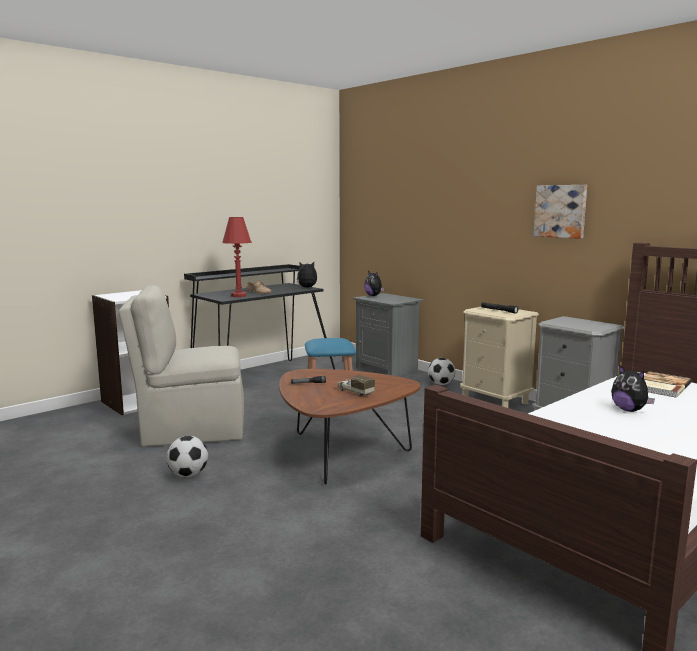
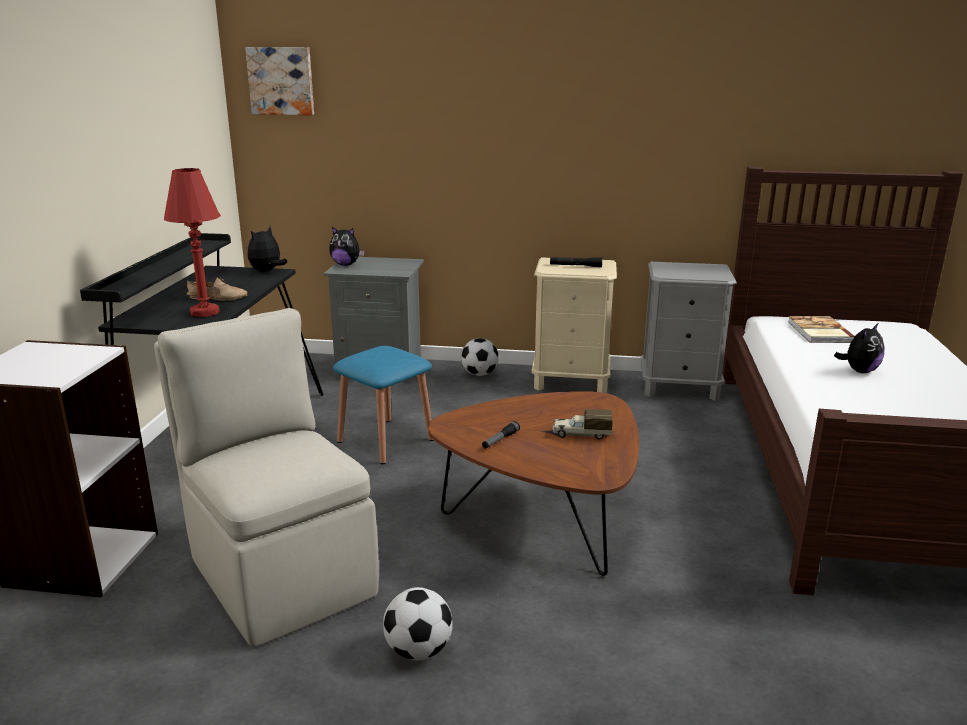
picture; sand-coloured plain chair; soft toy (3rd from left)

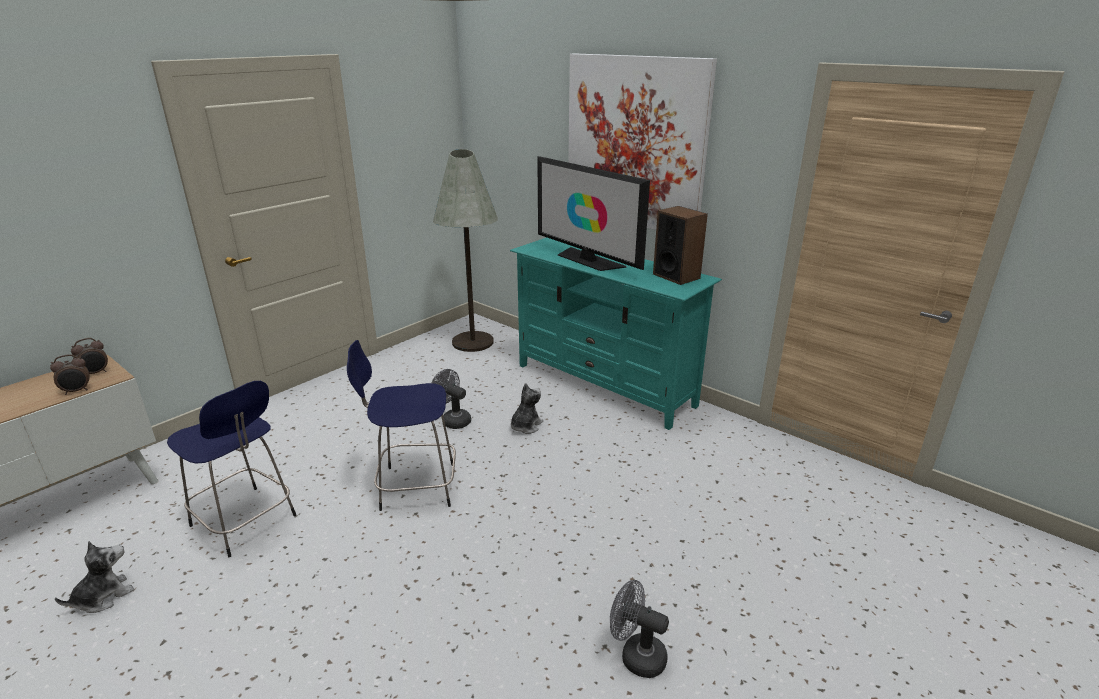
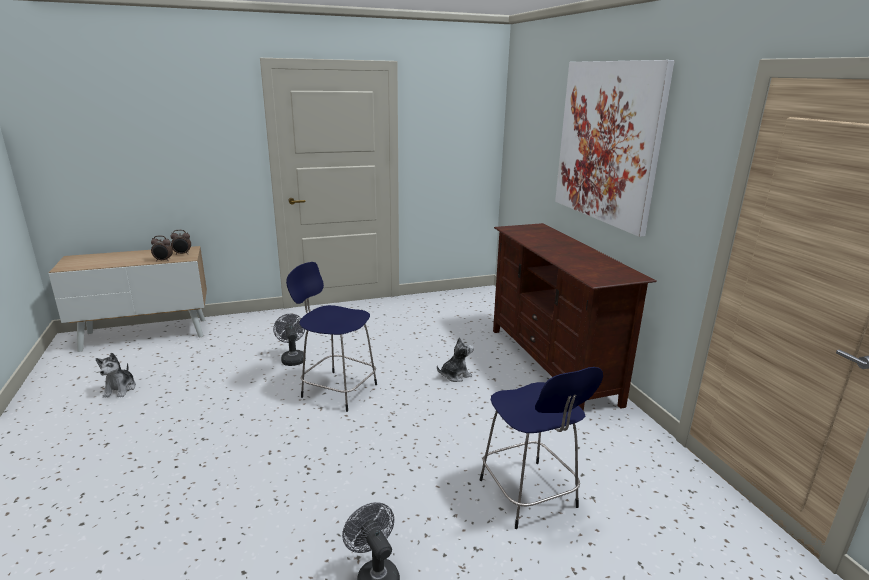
greyish standing lamp; TV set; speaker; bluish stool seat (2nd from left); greyish fan (1st from left); brown media console; soft toy (1st from left)

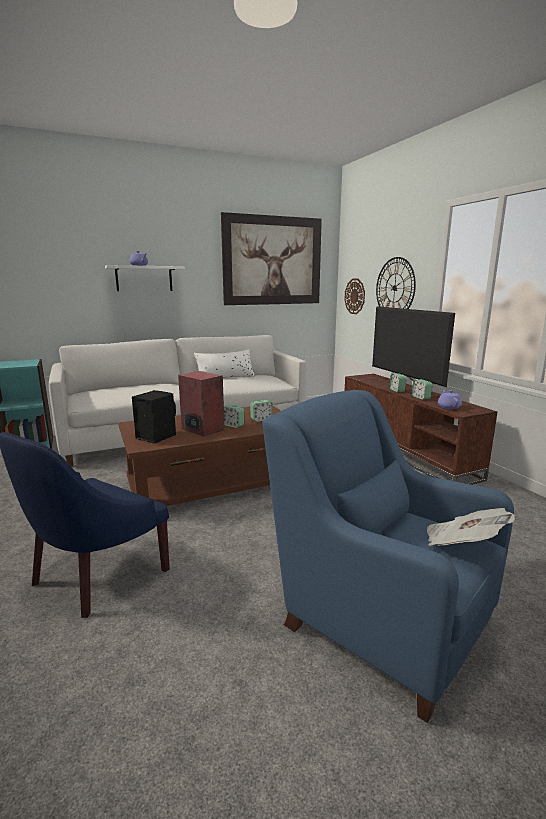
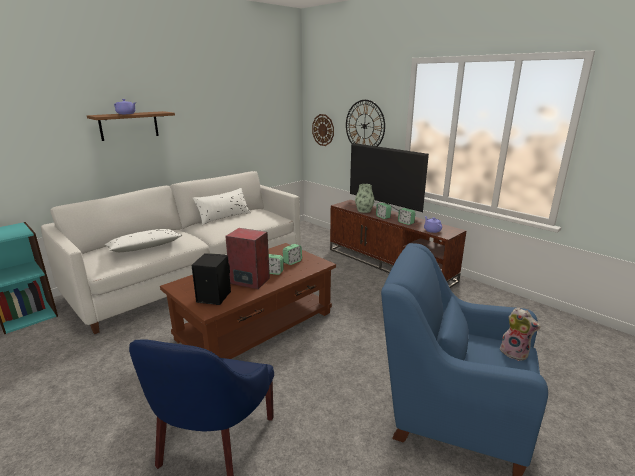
picture; white-coloured cushion (1st from left); vase; soft toy; brown wall shelf

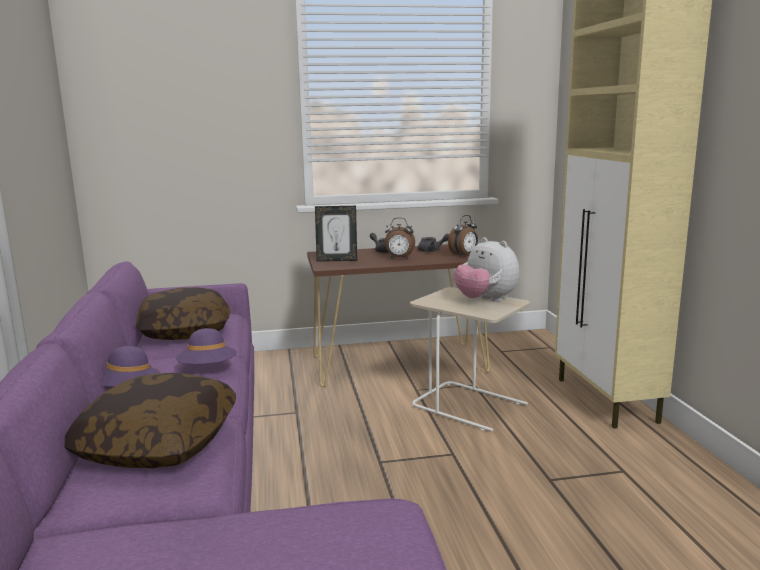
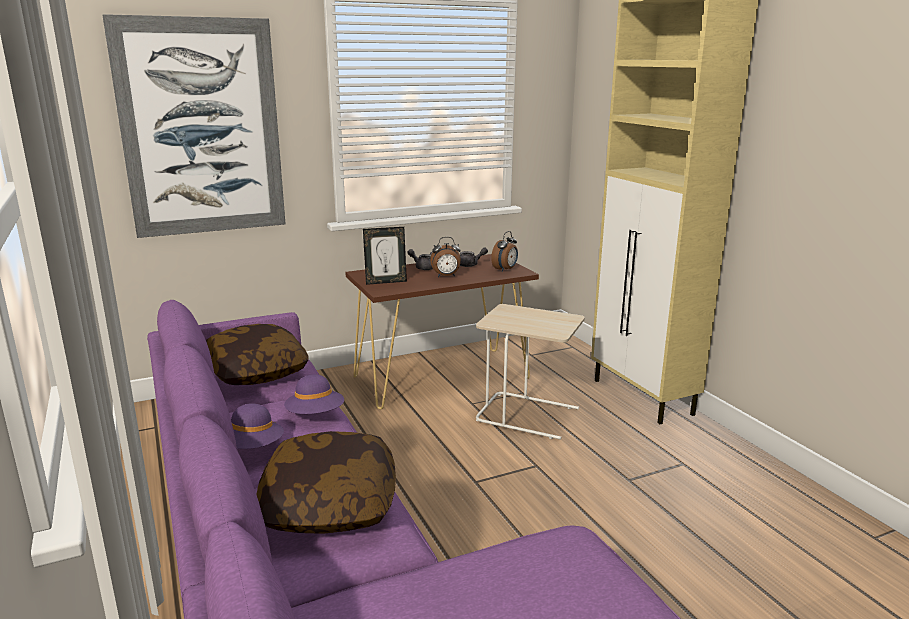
soft toy; picture

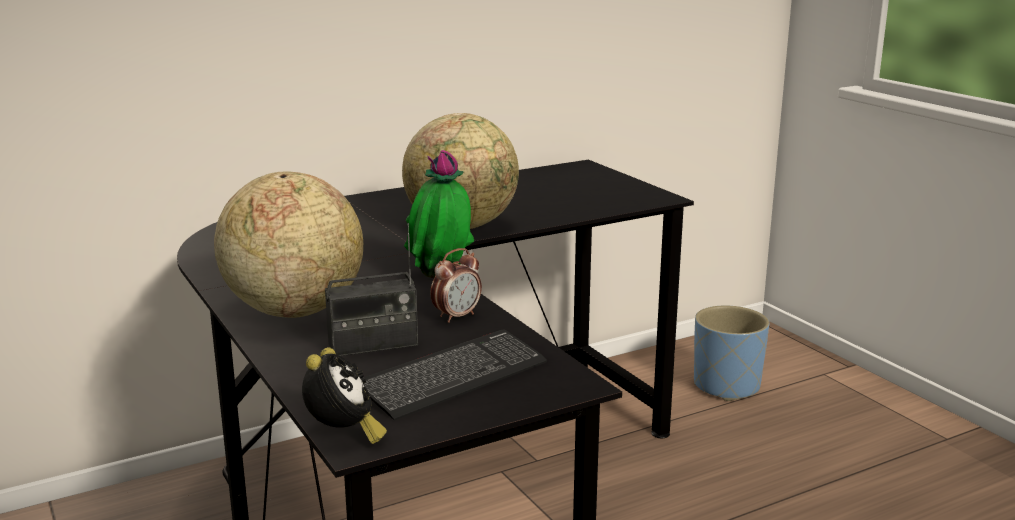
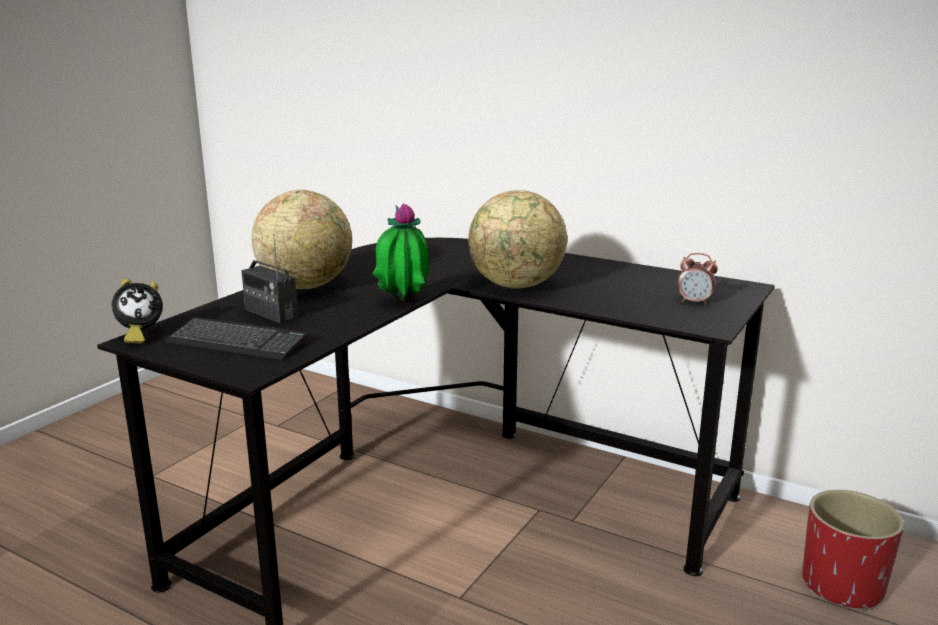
bedside clock (2nd from left); red-coloured flower pot

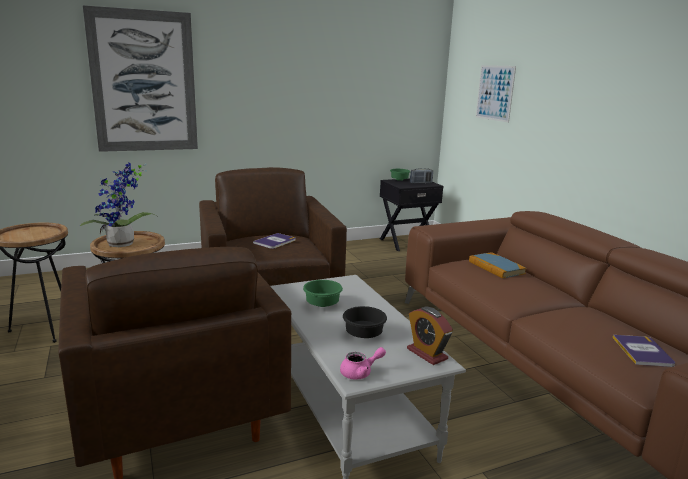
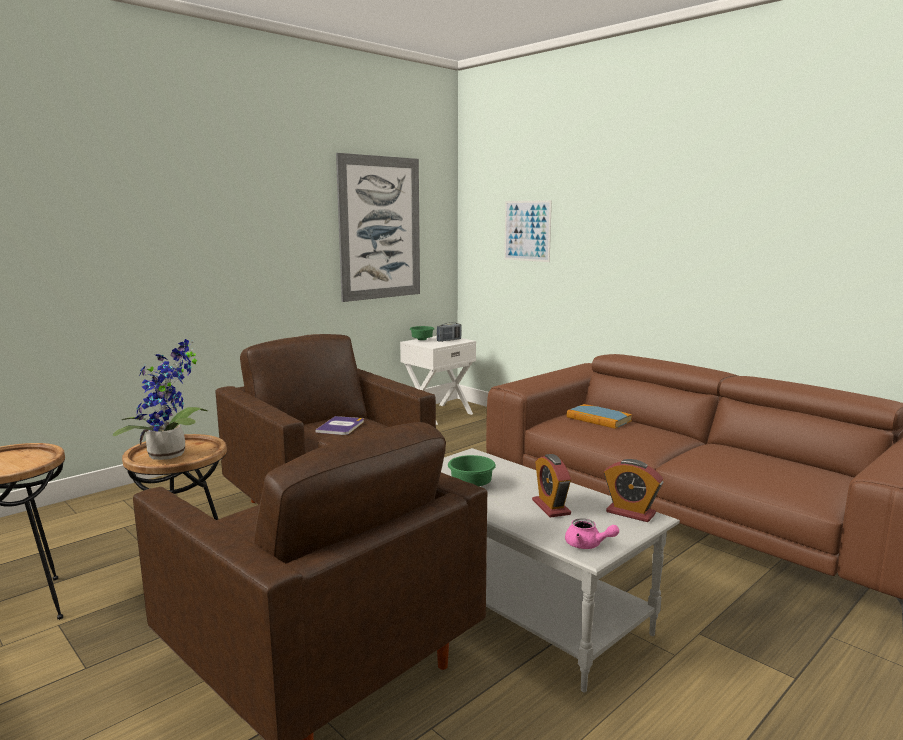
book (3rd from left in the first image); picture (1st from left); bedside clock (1st from left); white-coloured nightstand; pink pot for tea

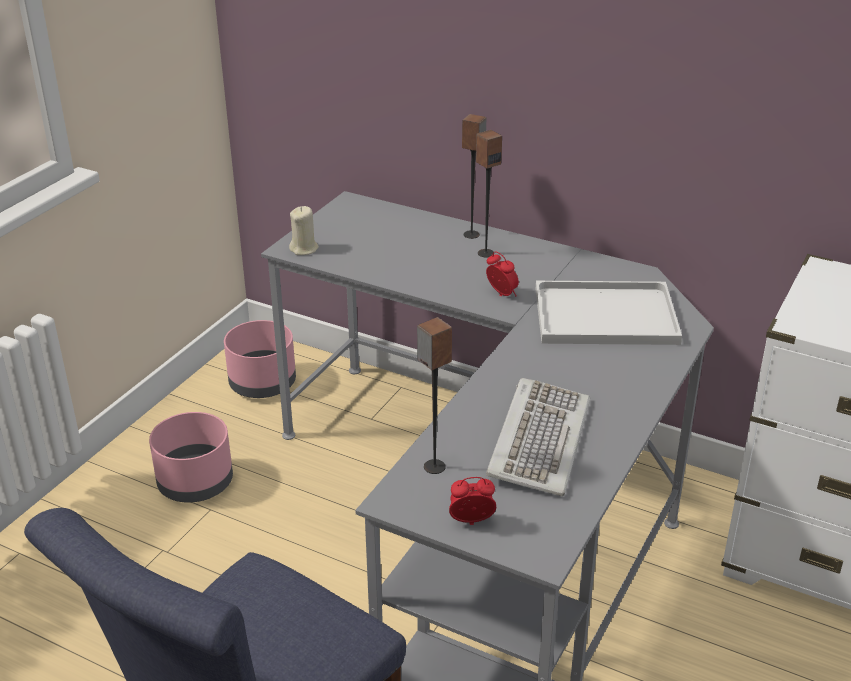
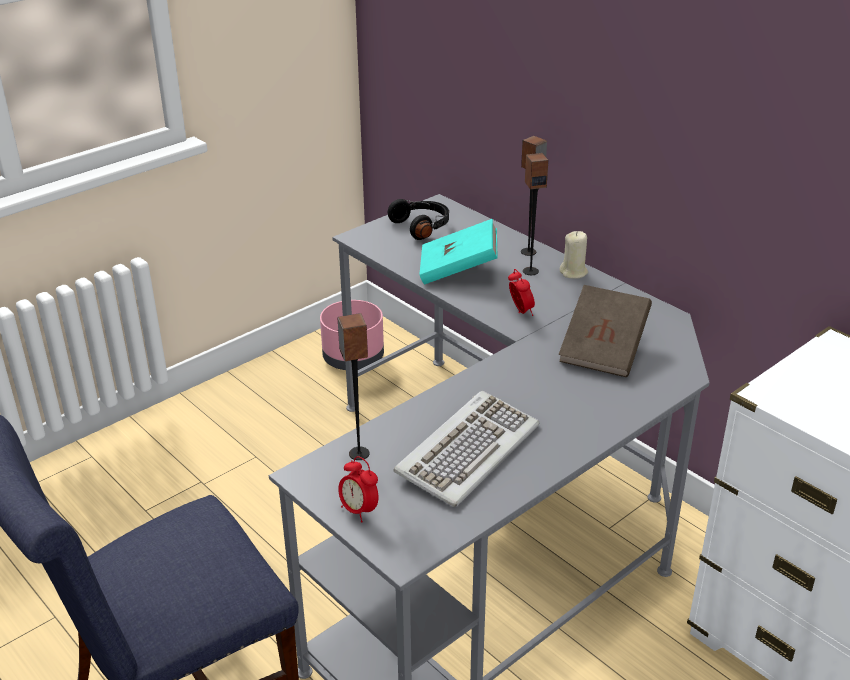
pink flower pot (1st from left in the first image); black headset; turquoise-coloured book; sand-coloured candle; brown book; bedside clock (1st from left)

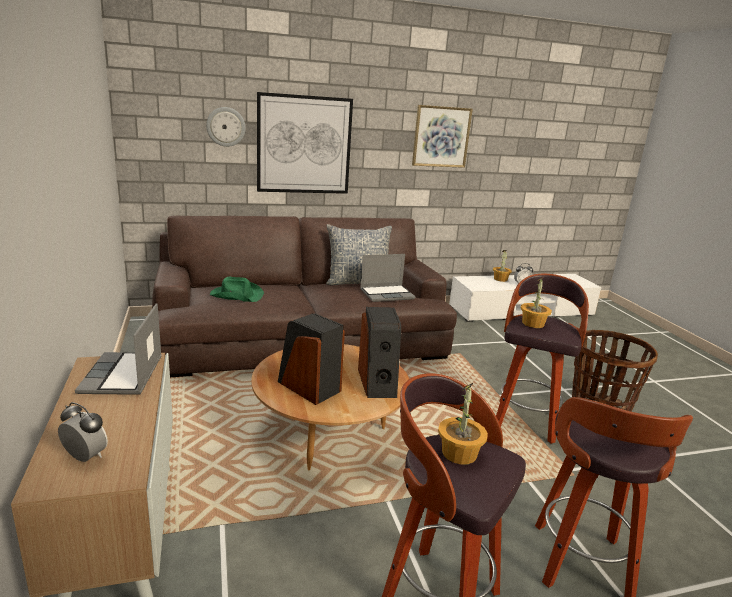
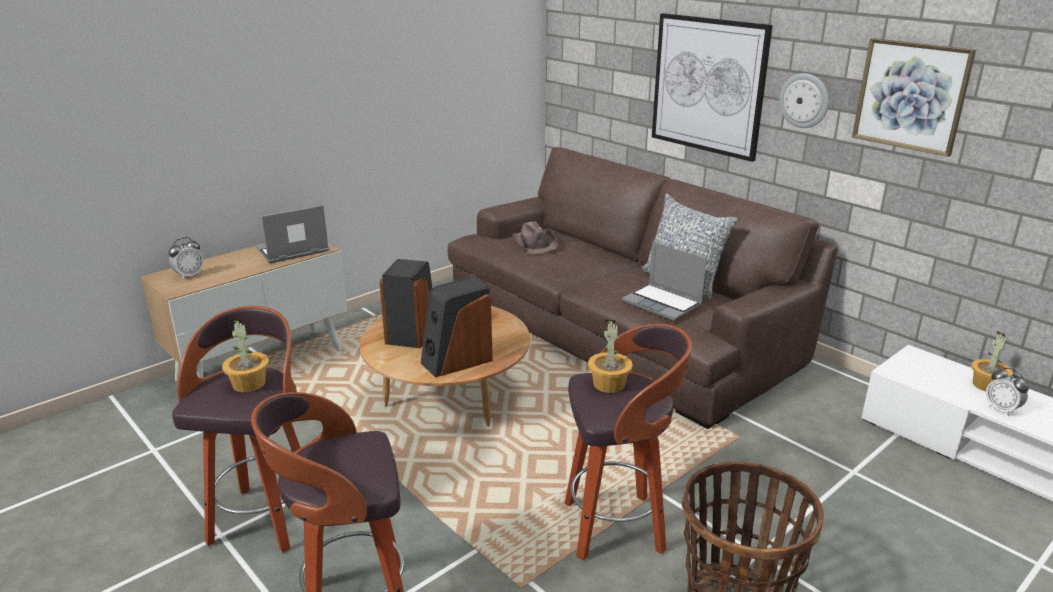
clock on the wall; brown wearable hat; bedside clock (1st from left)

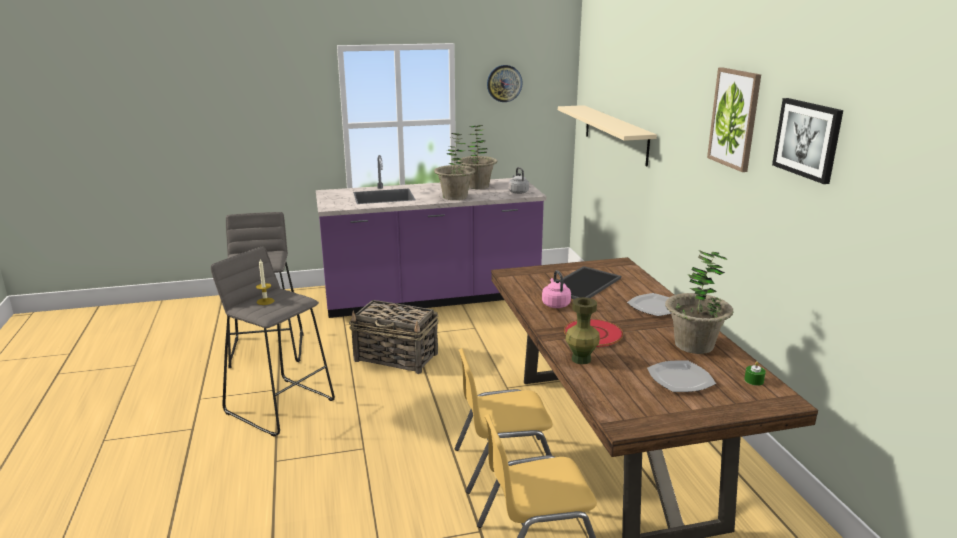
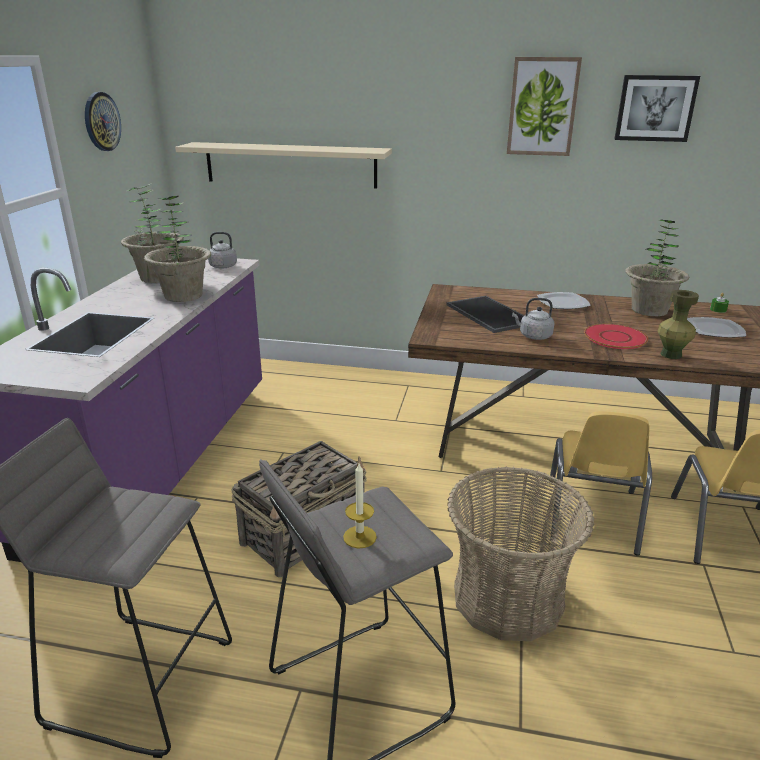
household basket (2nd from left); greyish water kettle (2nd from left)

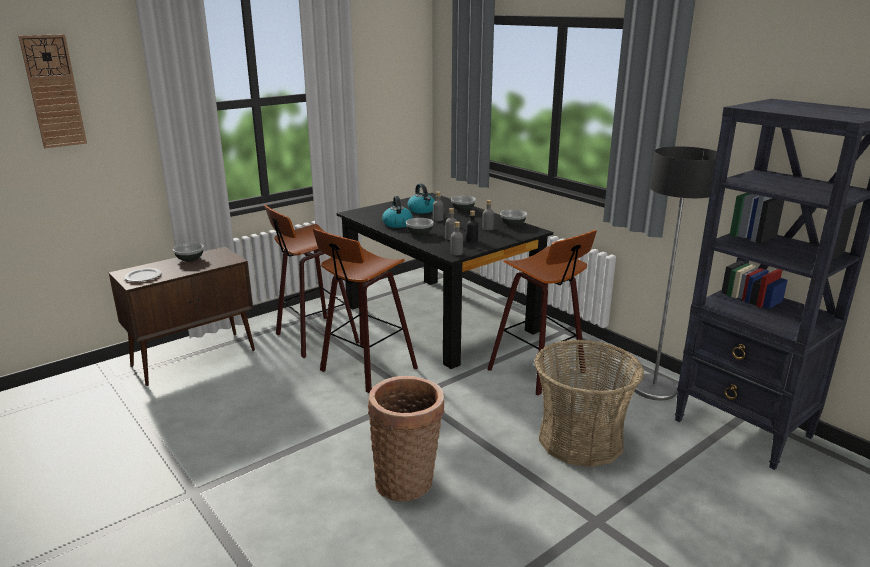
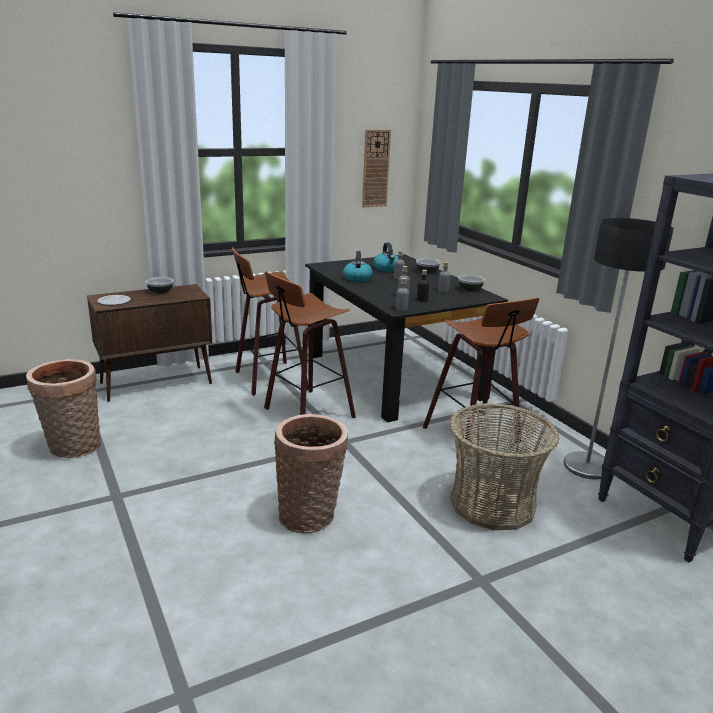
serving bowl (2nd from left in the first image); household basket (1st from left); clock on the wall

